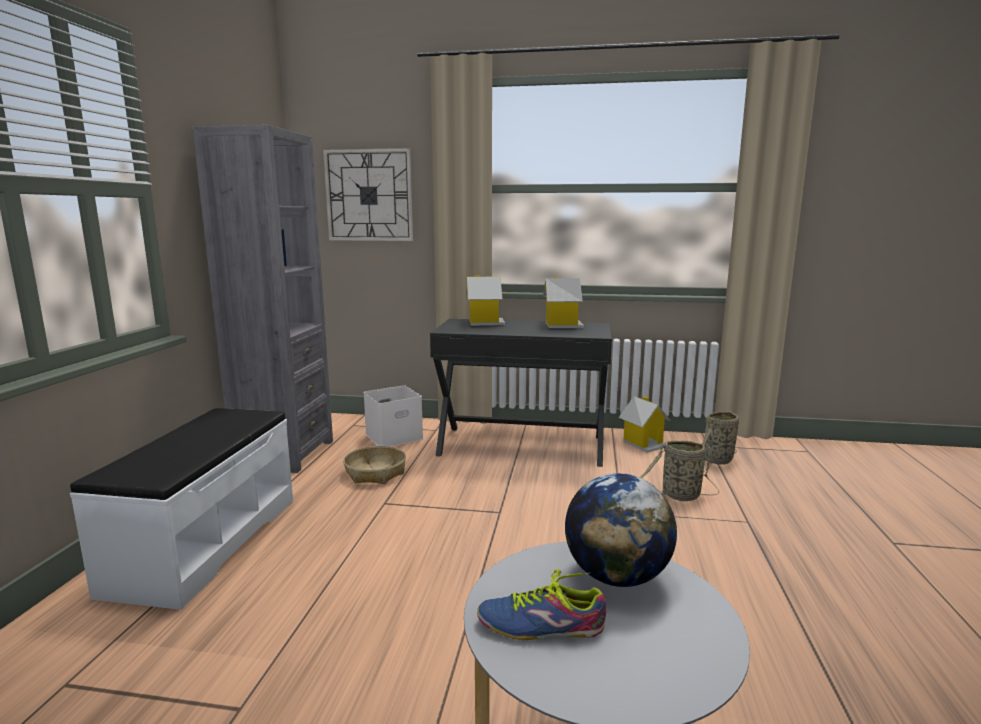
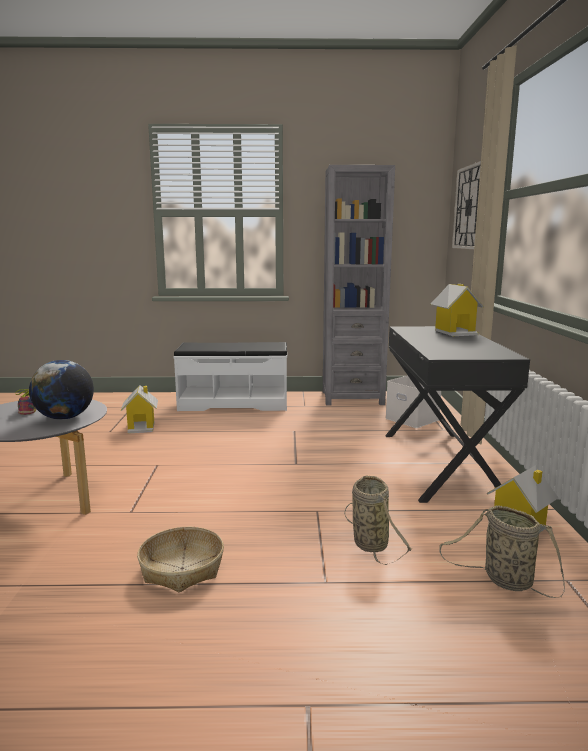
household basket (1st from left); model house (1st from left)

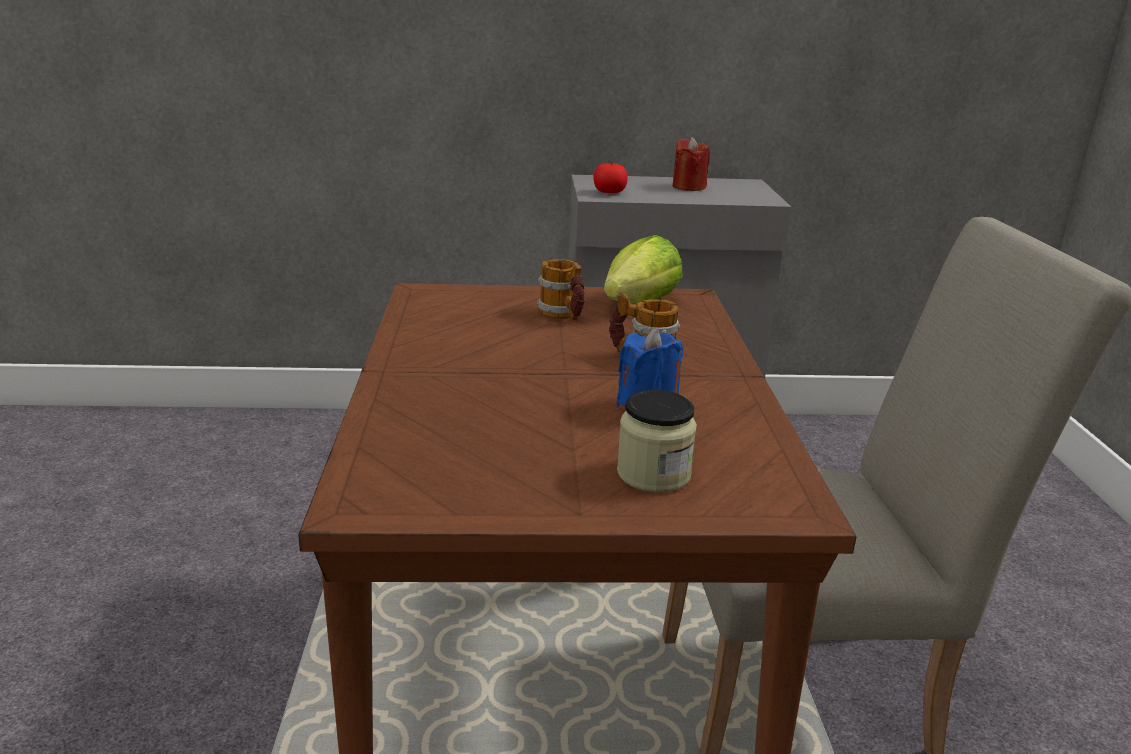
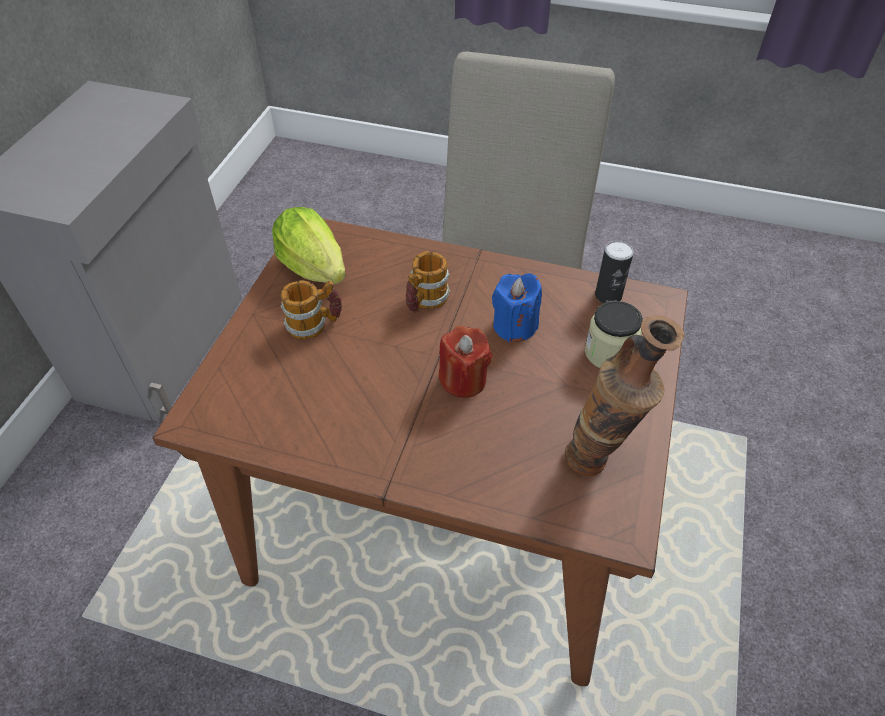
fresh tomato; vase; sealed can; red-coloured candle

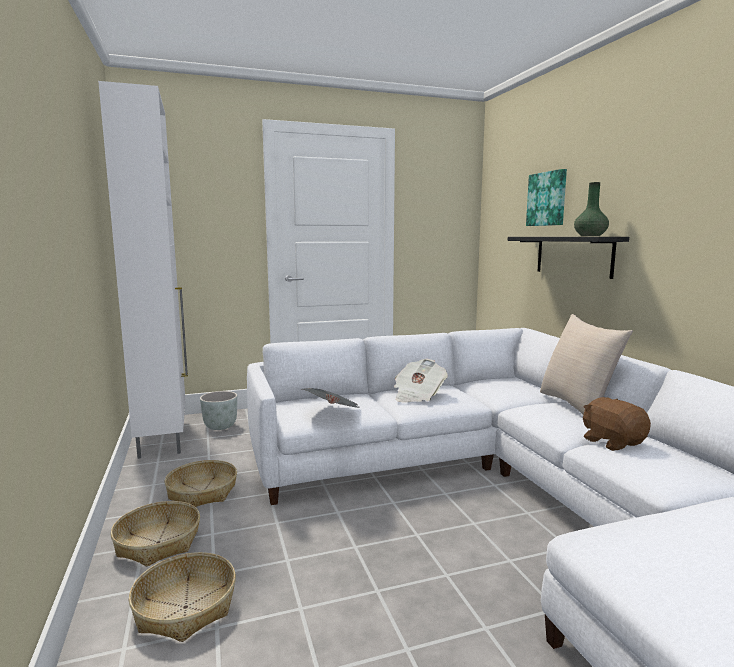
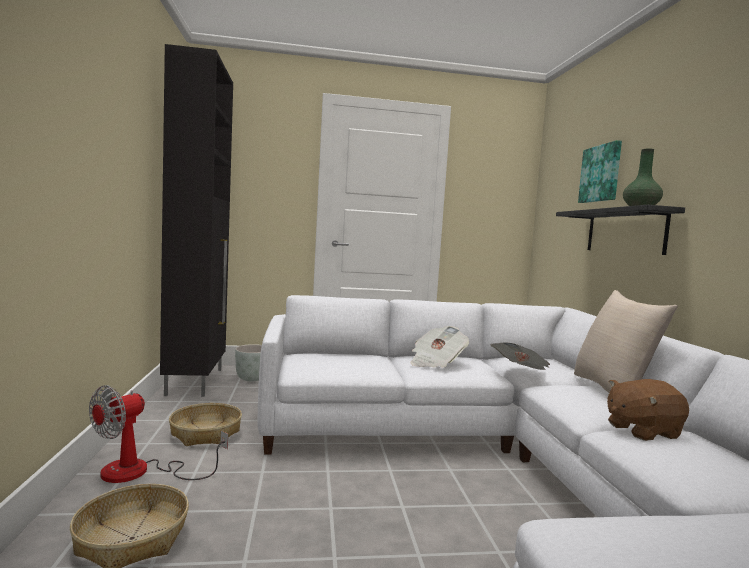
newspaper (2nd from left); fan; black cabinet; brown soft toy

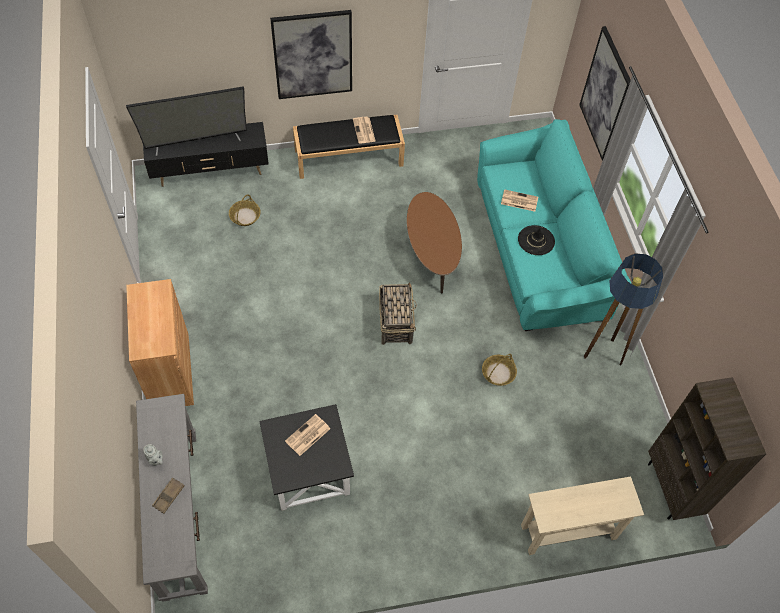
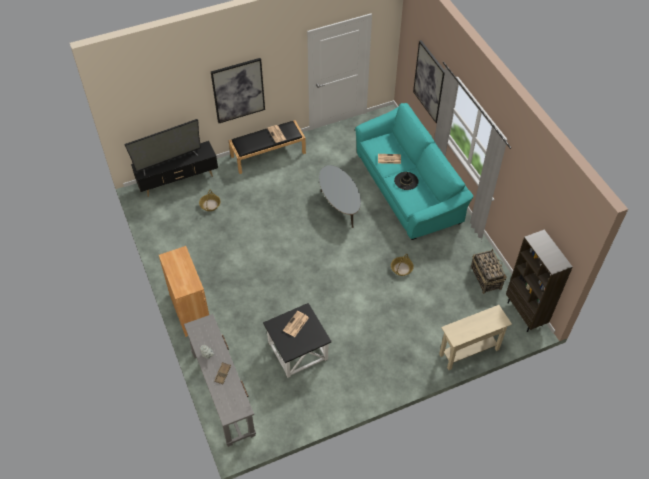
standing lamp; household basket (3rd from left); greyish low table

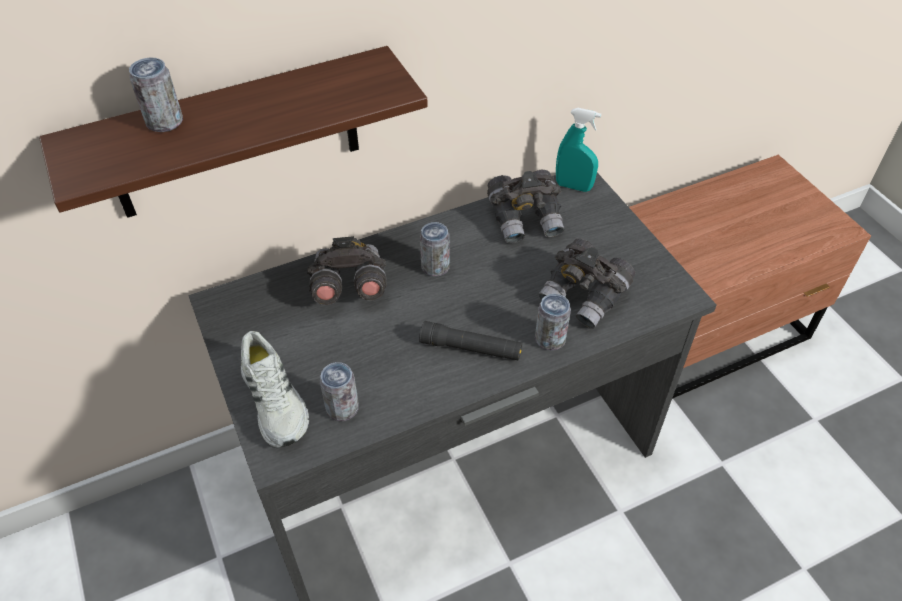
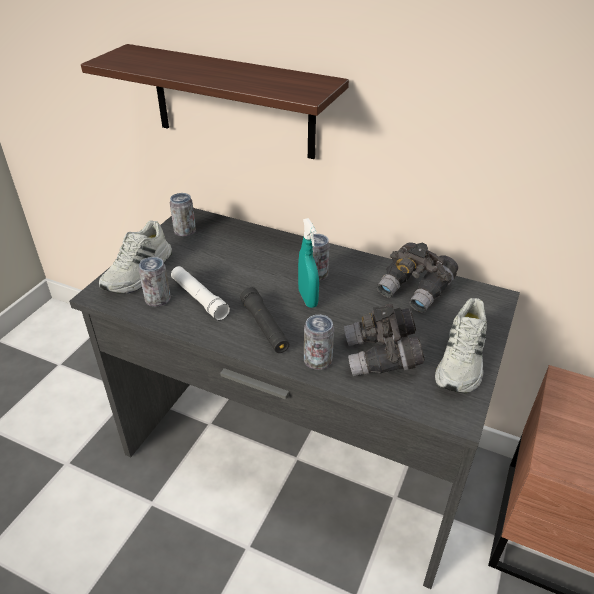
greyish binoculars (1st from left in the first image); white-coloured flashlight; white-coloured low shoe (2nd from left); sealed can (2nd from left); turquoise-coloured sprayer

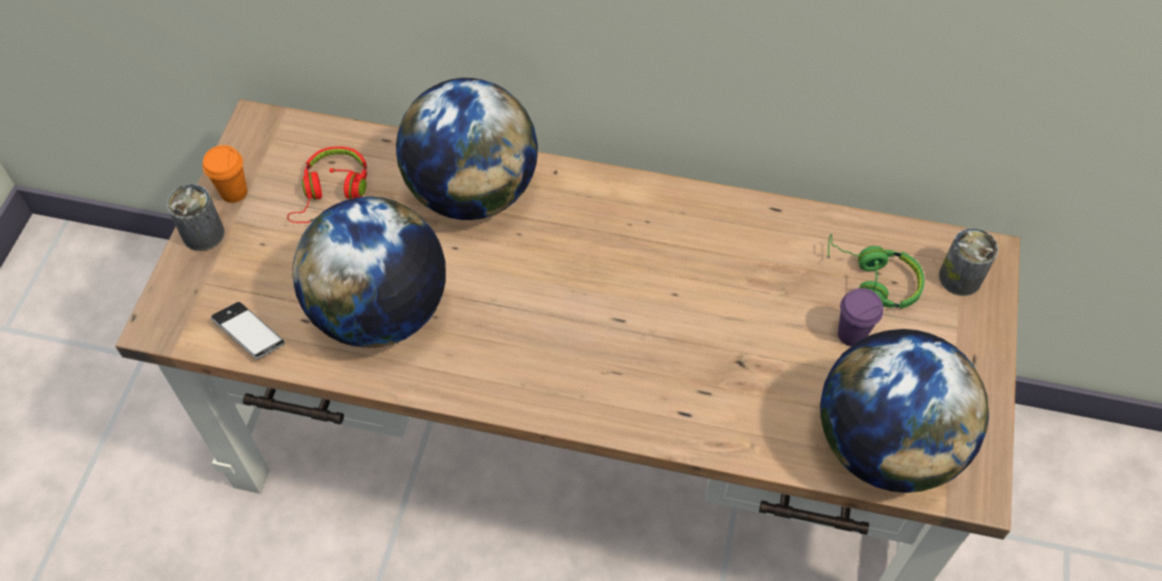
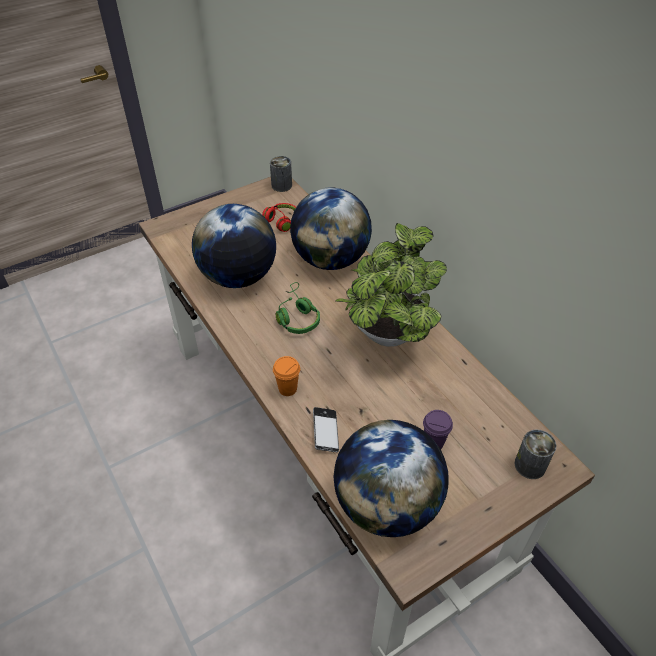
potted plant; sealed can (1st from left); orange drinking cup; phone; greenish headset

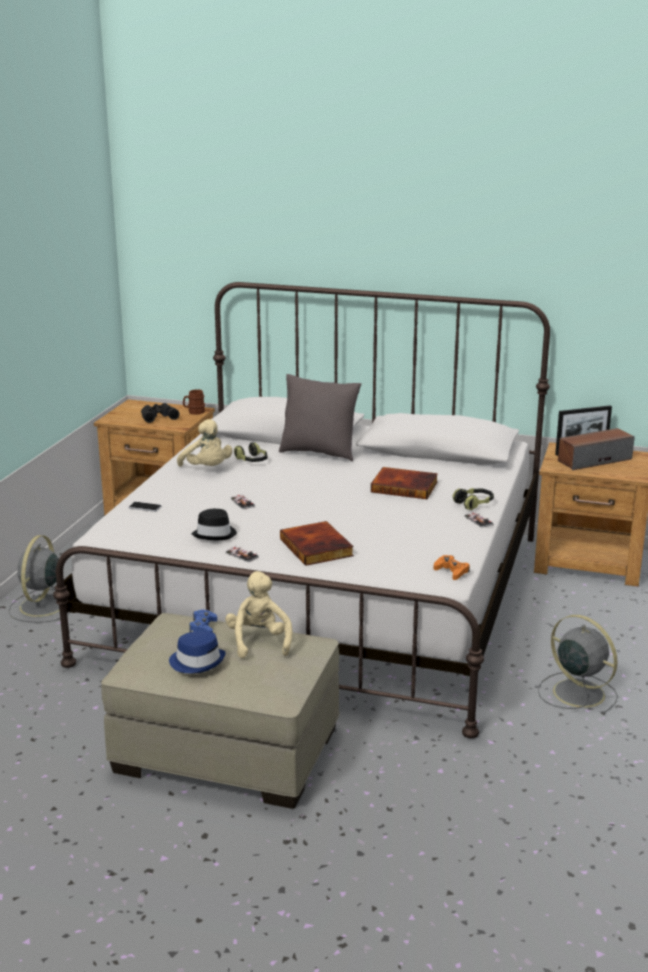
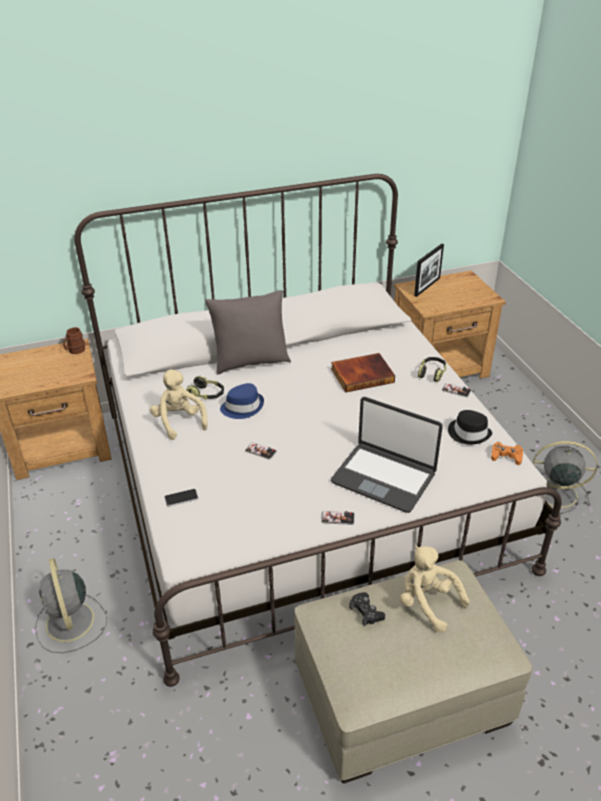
black binoculars; speaker; bluish wearable hat; black wearable hat; notebook computer; black game controller; sand-coloured soft toy (1st from left)

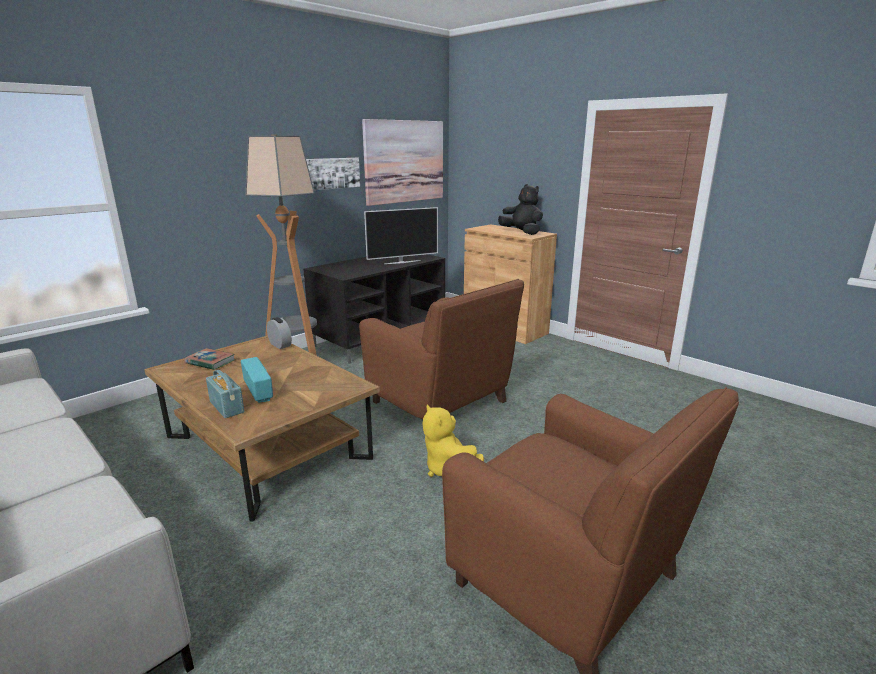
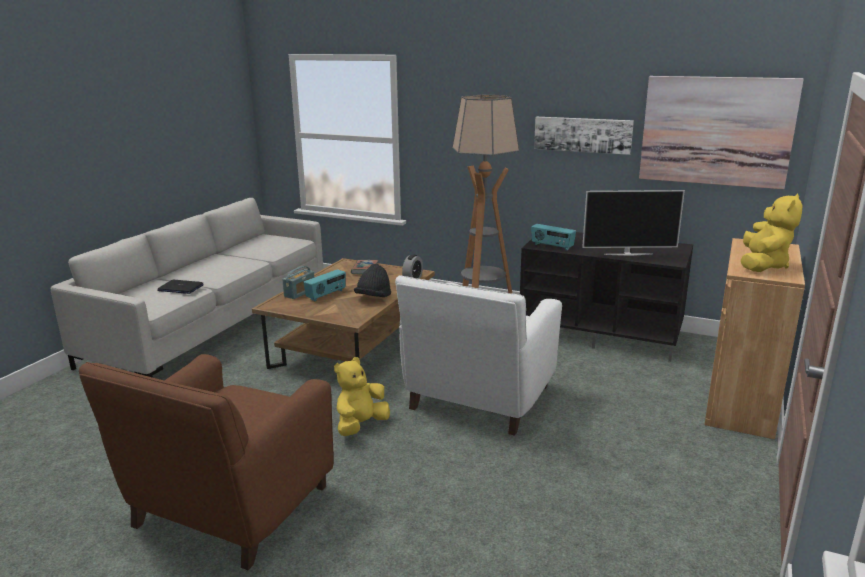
notebook computer; black wearable hat; radio (3rd from left); white-coloured armchair; yellow-coloured soft toy (2nd from left); TV set

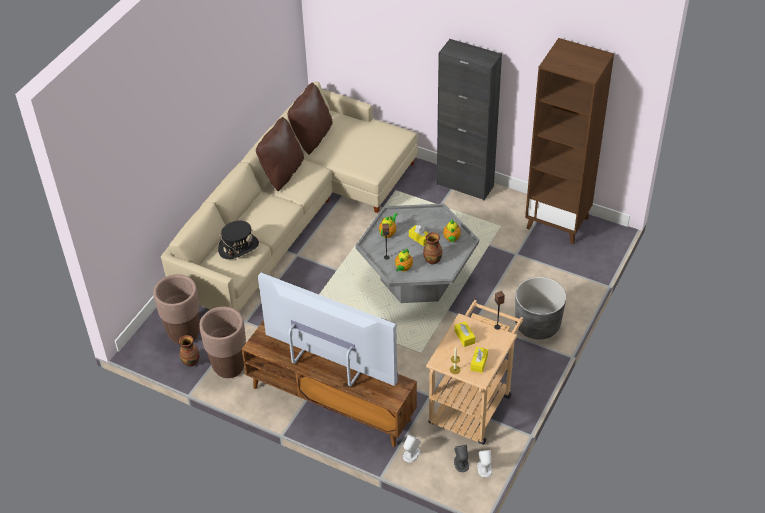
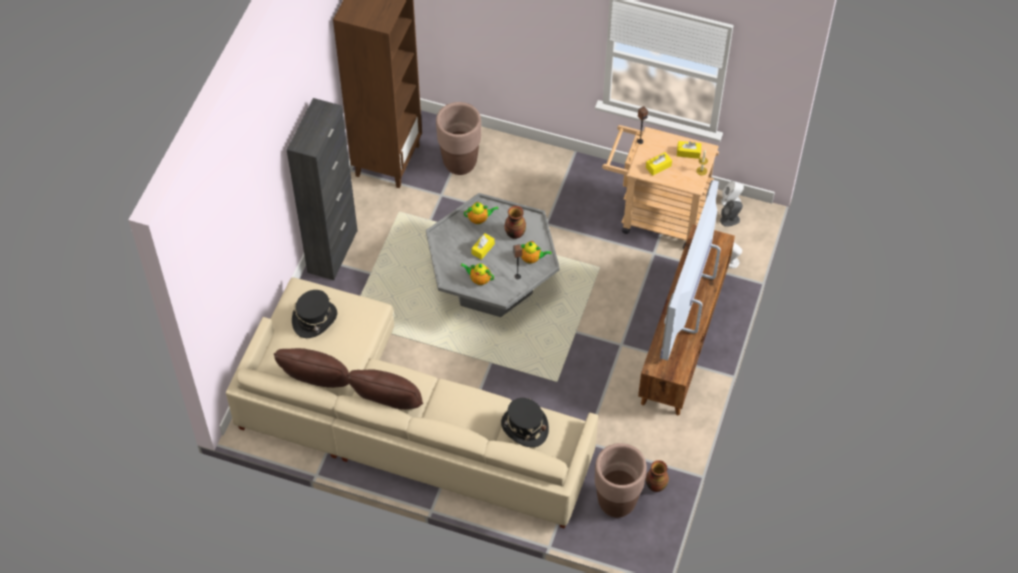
greyish flower pot; black wearable hat (1st from left); brown flower pot (1st from left)

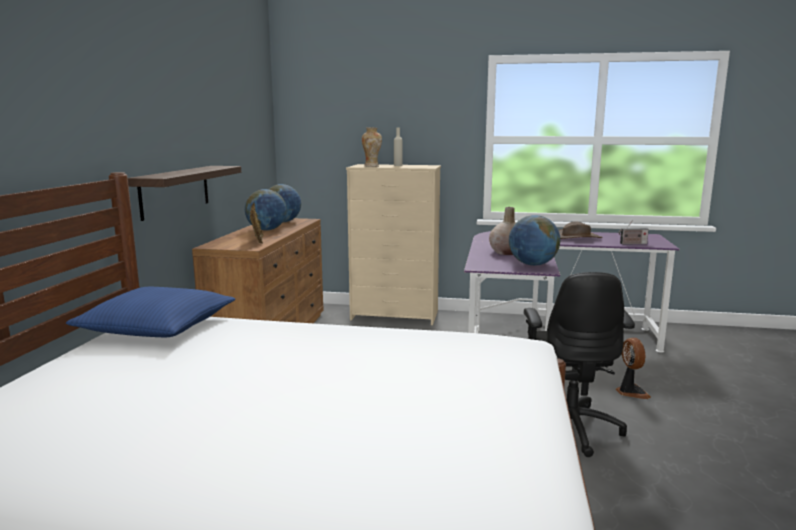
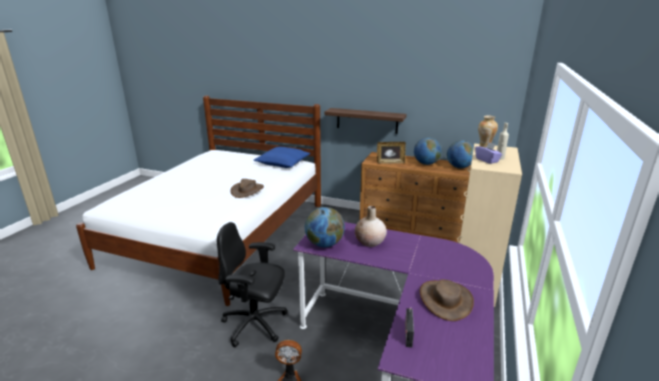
brown wearable hat (1st from left); purple tissue holder

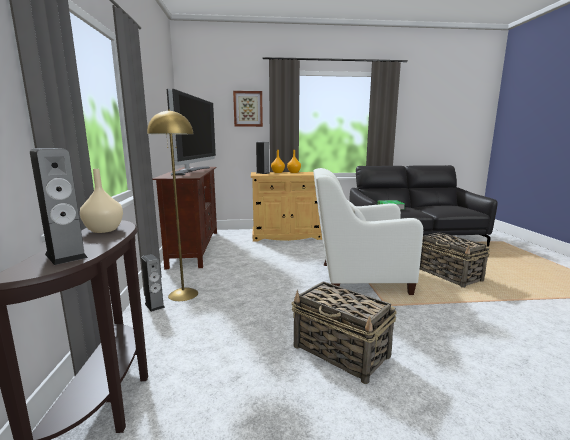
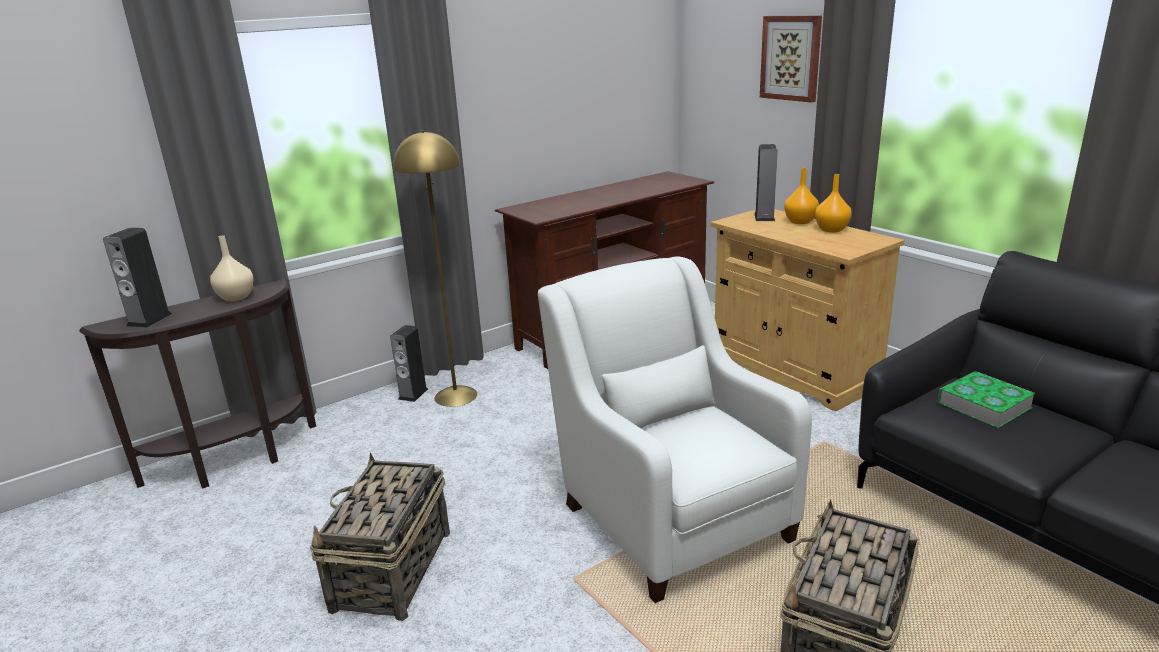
TV set

